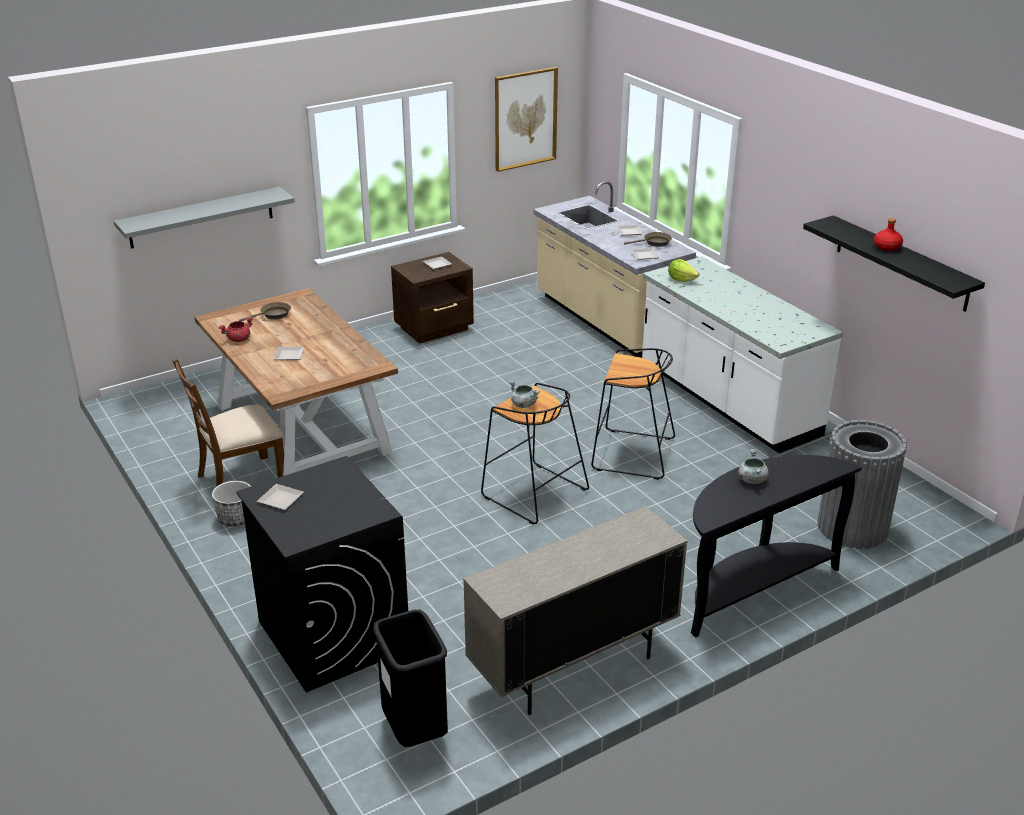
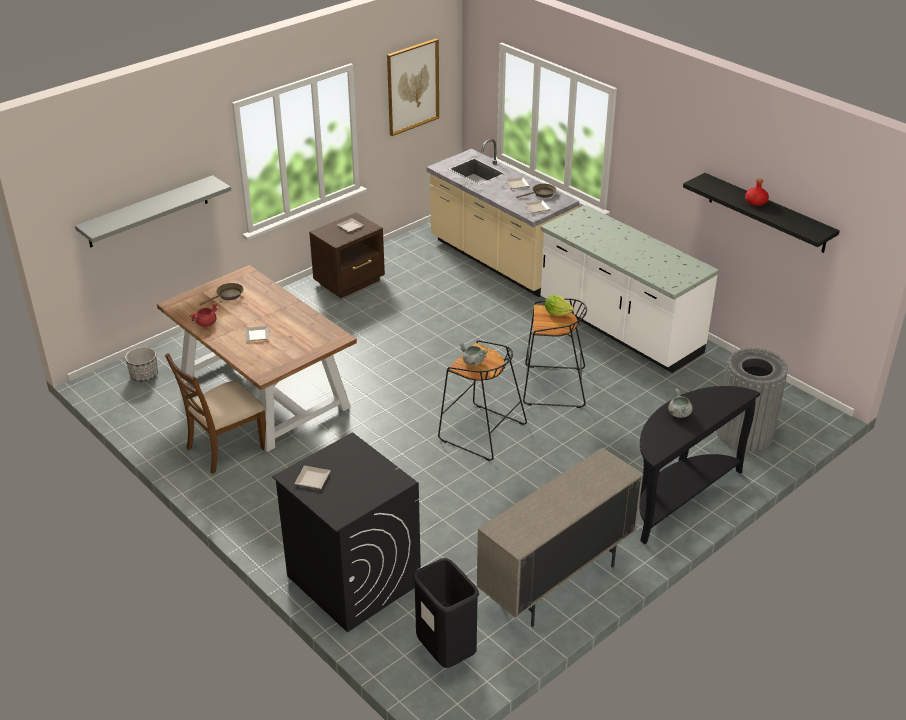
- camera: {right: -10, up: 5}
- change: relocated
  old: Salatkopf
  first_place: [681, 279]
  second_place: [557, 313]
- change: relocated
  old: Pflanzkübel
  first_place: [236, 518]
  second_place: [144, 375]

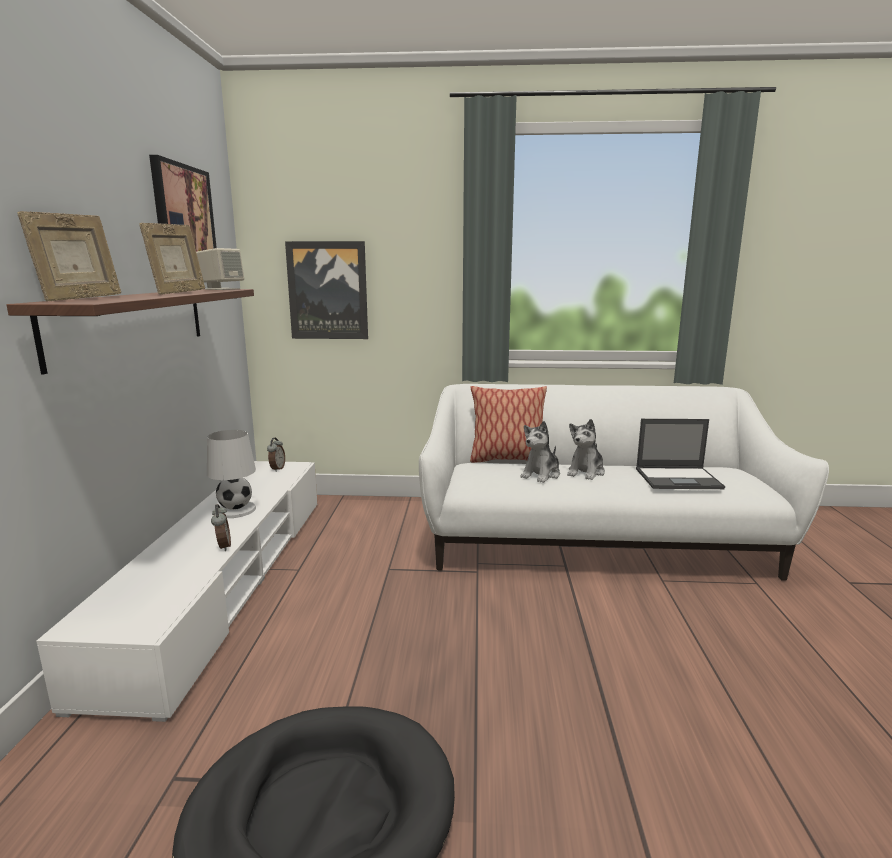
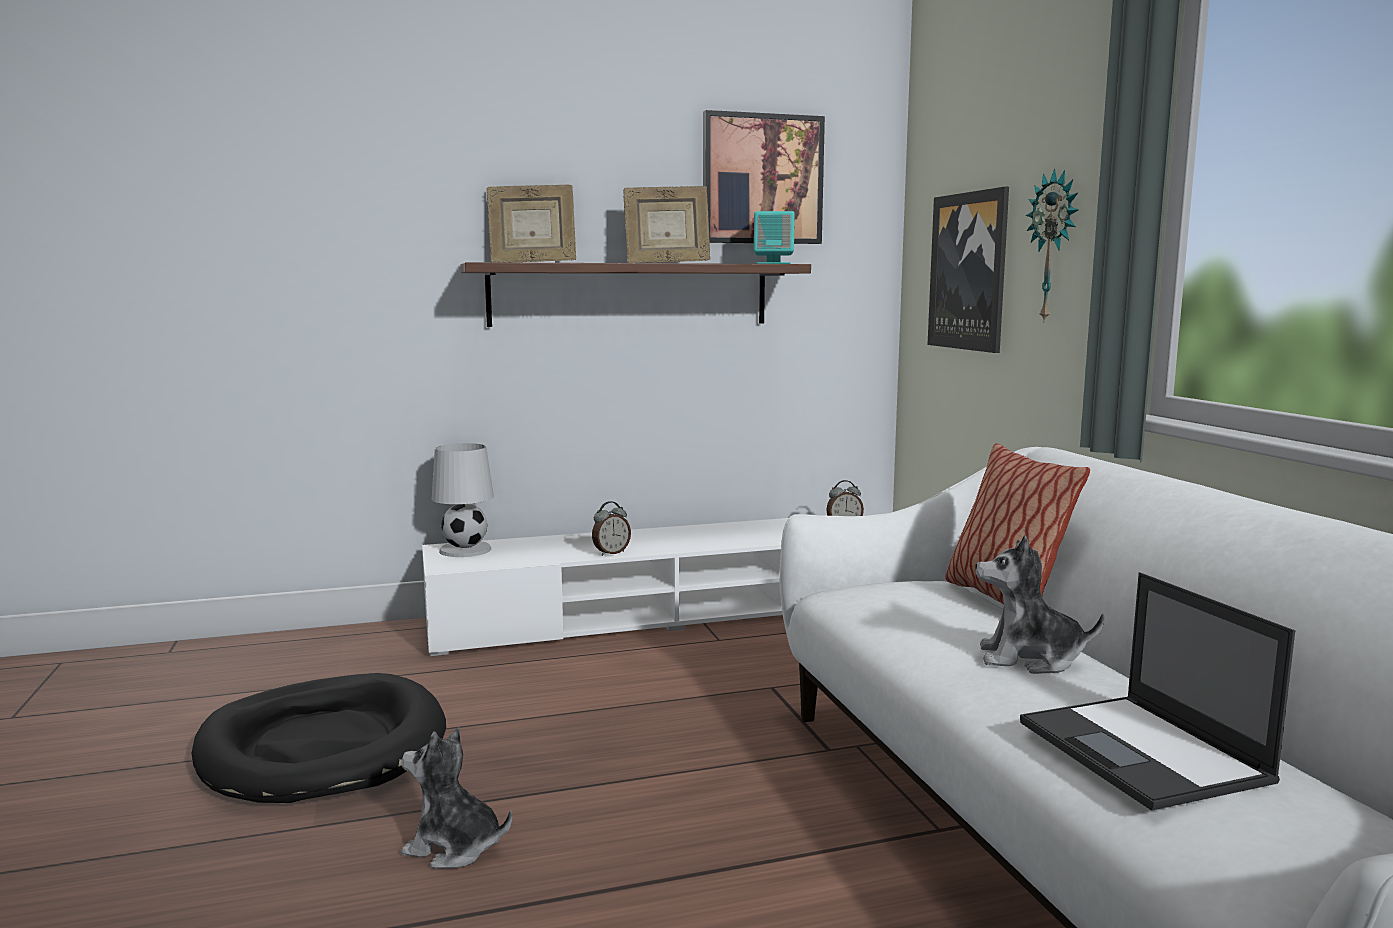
- camera: {right: 70, up: -5}
- change: colour
  old: Lautsprecher [beige]
  new: Lautsprecher [türkis]
  first_place: [222, 289]
  second_place: [773, 263]
- change: relocated
  old: Plüschtier
  first_place: [541, 474]
  second_place: [454, 847]
- change: relocated
  old: Tischlampe [weiß]
  first_place: [235, 510]
  second_place: [464, 550]
- change: appeared
  new: Wanduhr
  second_place: [1054, 247]

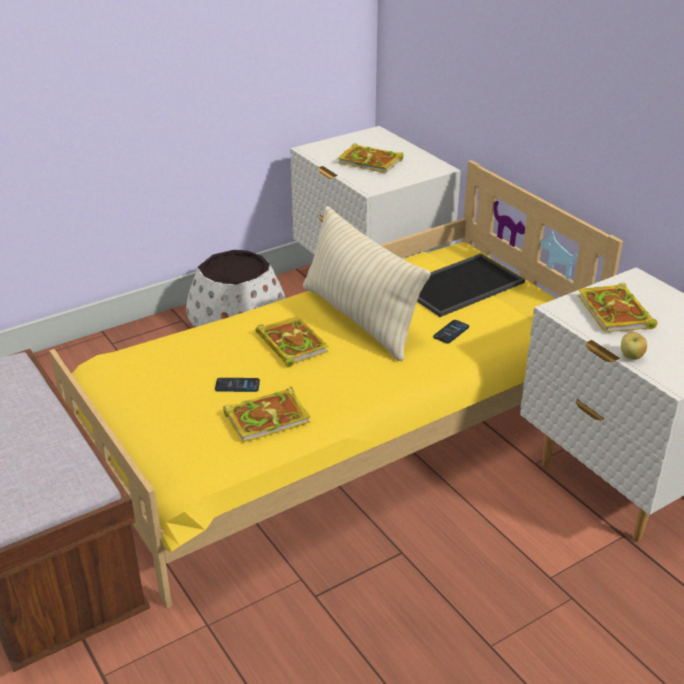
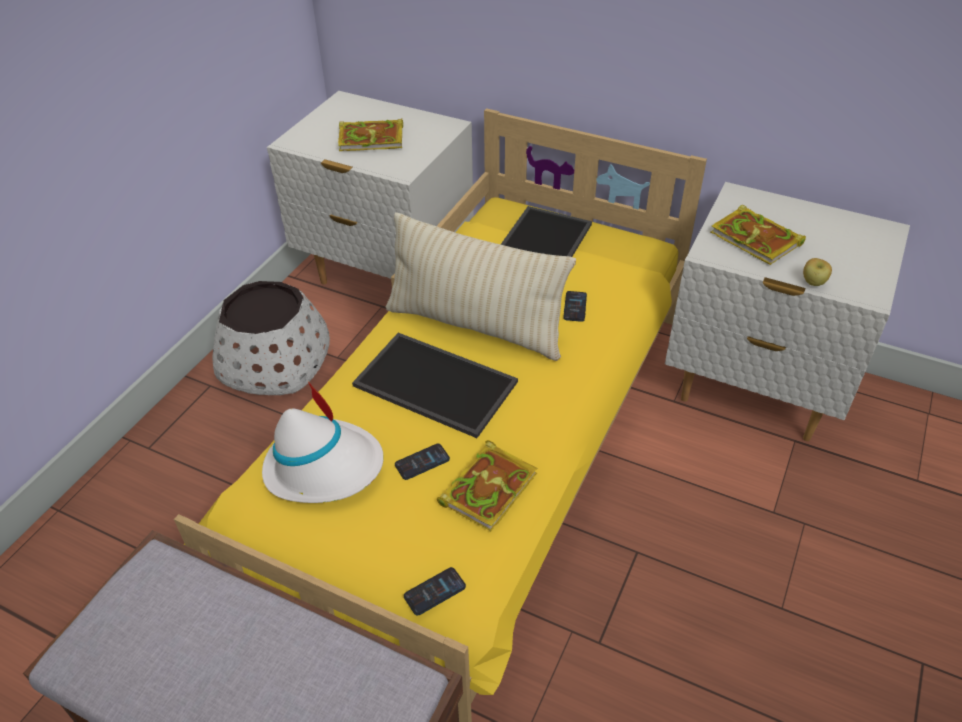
- camera: {right: -30, up: 10}
- change: exchanged
  old: Buch
  new: Tablett
  first_place: [290, 343]
  second_place: [432, 385]
- change: appeared
  new: Hut [weiß]
  second_place: [324, 467]
- change: appeared
  new: Handy
  second_place: [434, 591]

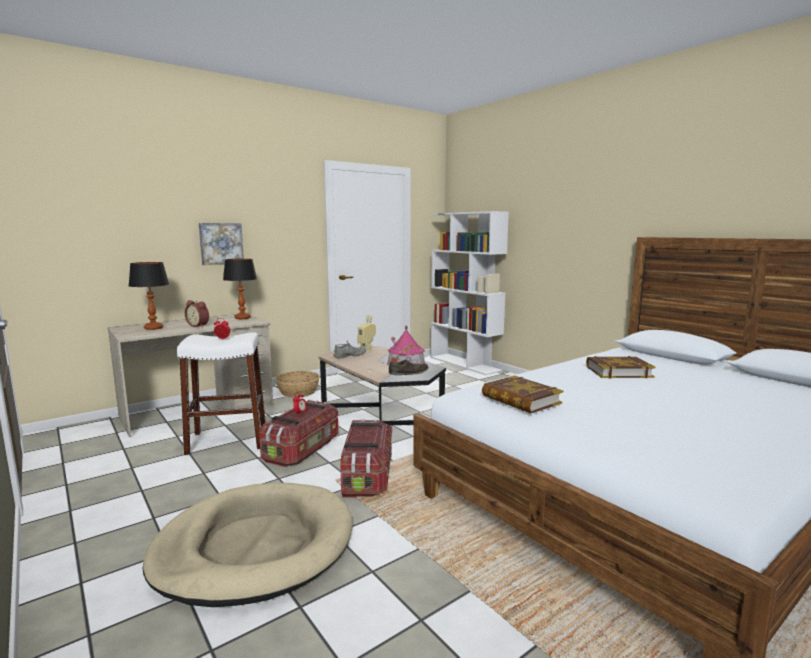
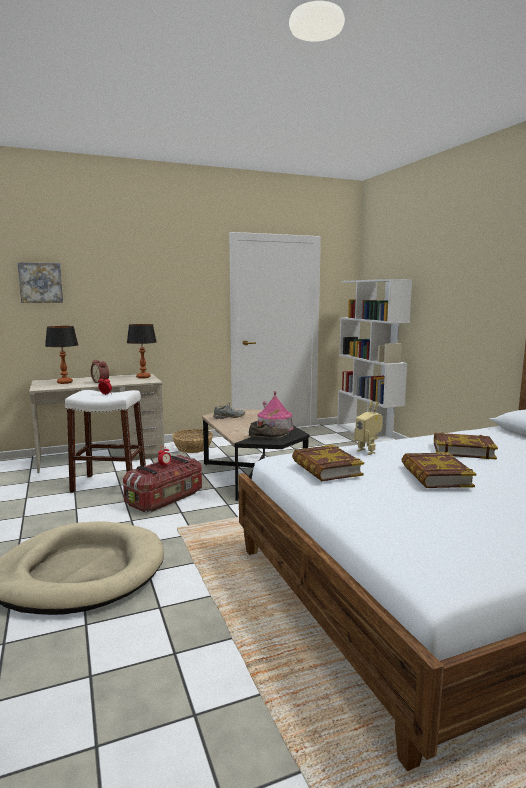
- camera: {right: 15, up: 0}
- change: relocated
  old: Bild
  first_place: [221, 243]
  second_place: [40, 283]
- change: relocated
  old: Spielzeugroboter
  first_place: [367, 350]
  second_place: [368, 451]
- change: missing
  old: Aufbewahrungsbox
  first_place: [367, 475]
- change: appeared
  new: Buch
  second_place: [435, 476]

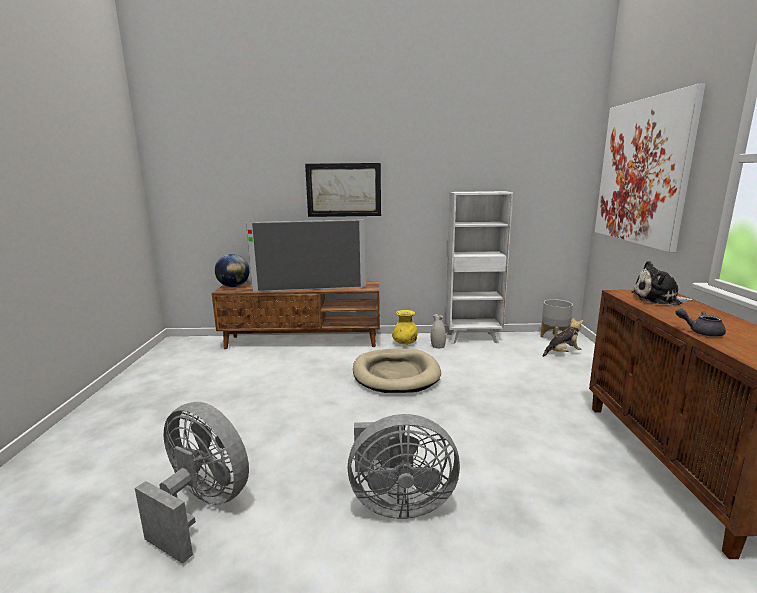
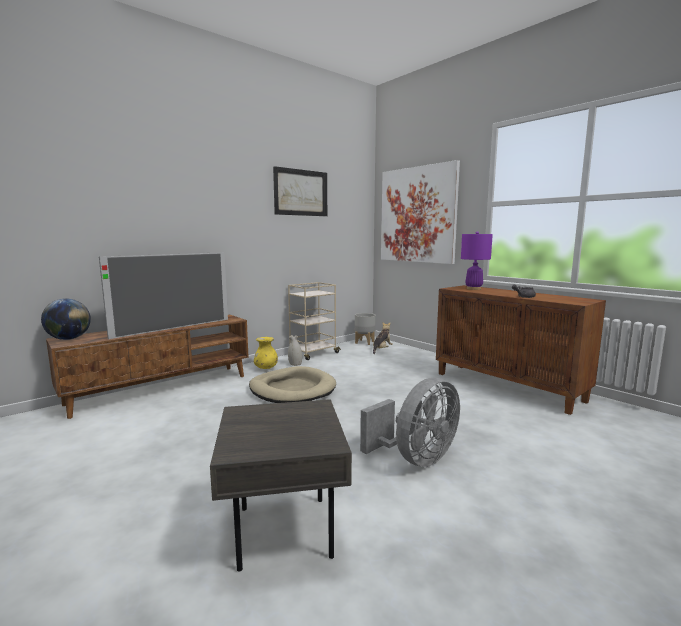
- camera: {right: -40, up: -5}
- change: relocated
  old: Bild
  first_place: [343, 190]
  second_place: [301, 192]
- change: exchanged
  old: Bücherregal [weiß]
  new: Rollwagen [beige]
  first_place: [473, 338]
  second_place: [313, 353]
- change: exchanged
  old: Plüschtier
  new: Tischlampe [lila]
  first_place: [659, 299]
  second_place: [473, 289]
- change: exchanged
  old: Ventilator [grau]
  new: Beistelltisch [grau]
  first_place: [202, 507]
  second_place: [281, 533]

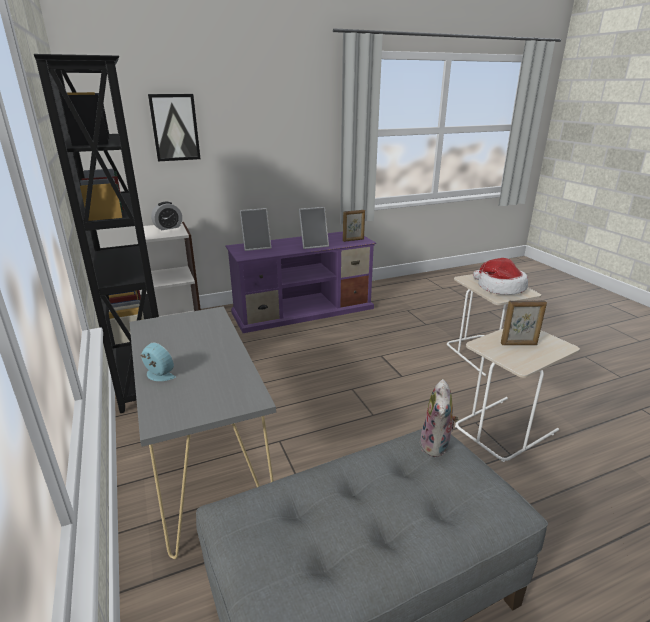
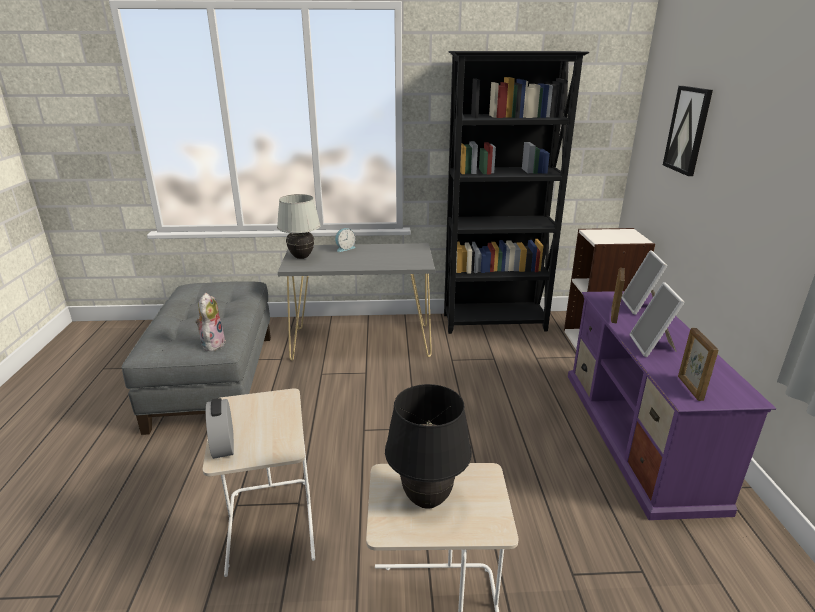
- camera: {right: 110, up: 0}
- change: relocated
  old: Wecker
  first_place: [168, 227]
  second_place: [223, 445]
- change: exchanged
  old: Hut
  new: Tischlampe [schwarz]
  first_place: [499, 287]
  second_place: [426, 500]
- change: relocated
  old: Bilderrahmen
  first_place: [519, 344]
  second_place: [613, 316]
- change: spun
  old: Plüschtier
  first_place: [437, 446]
  second_place: [212, 343]
  degrees: 60
- change: appeared
  new: Tischlampe [weiß]
  second_place: [301, 257]

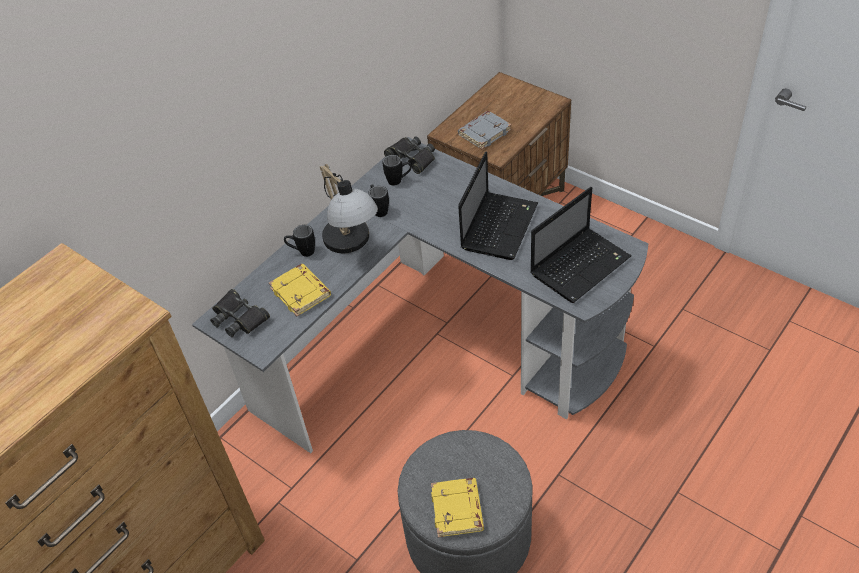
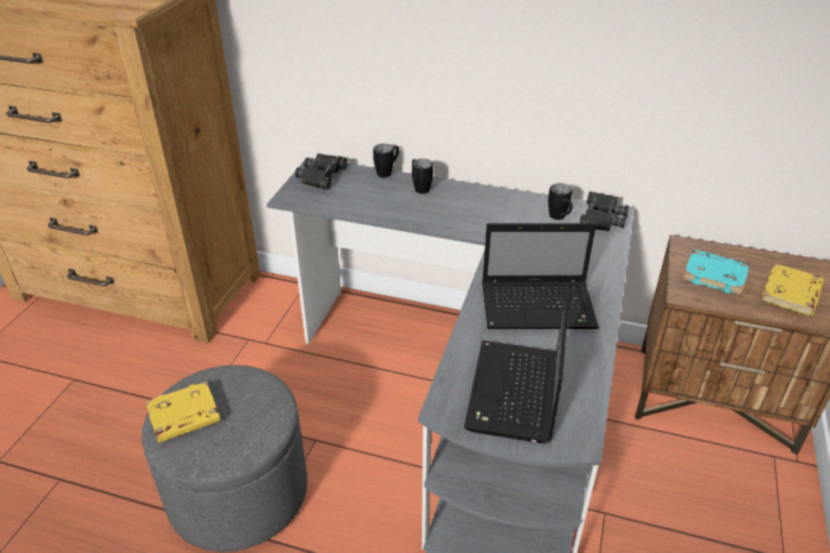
- camera: {right: 65, up: -10}
- change: colour
  old: Buch [grau]
  new: Buch [türkis]
  first_place: [484, 132]
  second_place: [715, 275]
- change: missing
  old: Tischlampe
  first_place: [352, 245]
- change: relocated
  old: Henkelbecher [schwarz]
  first_place: [379, 209]
  second_place: [387, 172]
- change: spun
  old: Laptop
  first_place: [581, 265]
  second_place: [515, 394]
  degrees: 75
- change: relocated
  old: Buch [gelb]
  first_place: [301, 292]
  second_place: [791, 294]

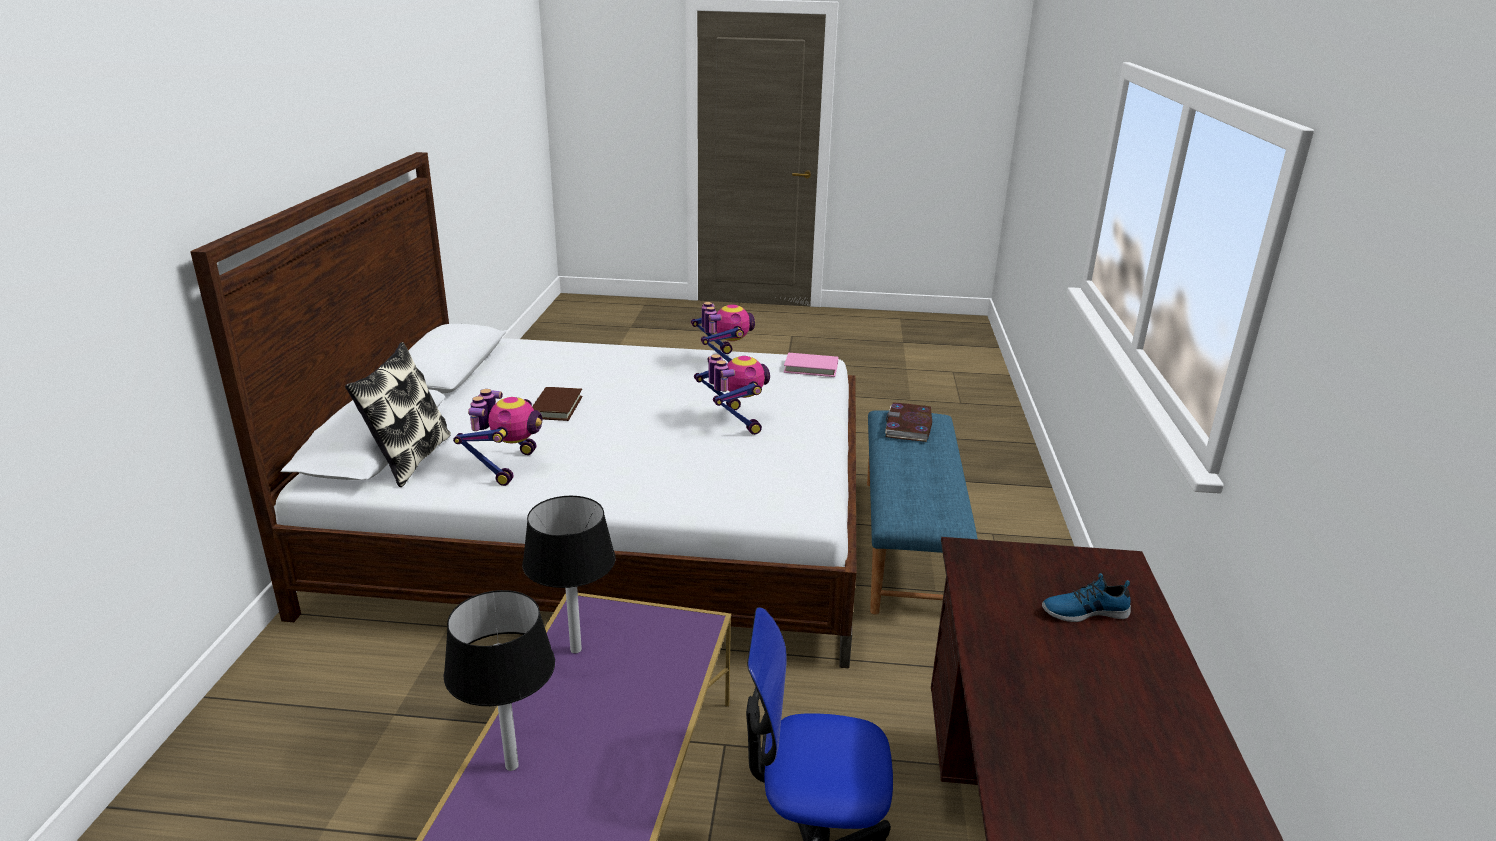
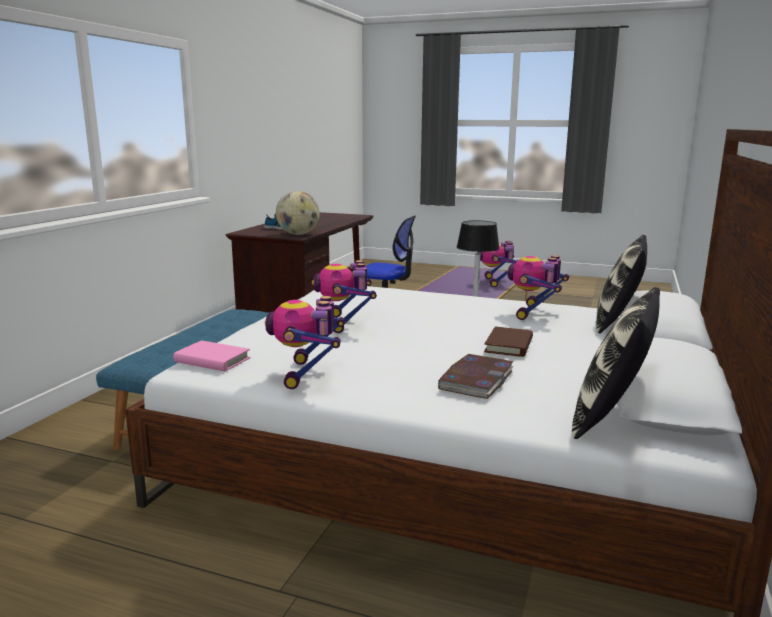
- camera: {right: -165, up: -10}
- change: relocated
  old: Buch
  first_place: [909, 425]
  second_place: [476, 380]
- change: exchanged
  old: Tischlampe [schwarz]
  new: Spielzeugroboter
  first_place: [511, 765]
  second_place: [496, 282]
- change: appeared
  new: Globus
  second_place: [298, 234]
- change: appeared
  new: Kissen
  second_place: [611, 417]

